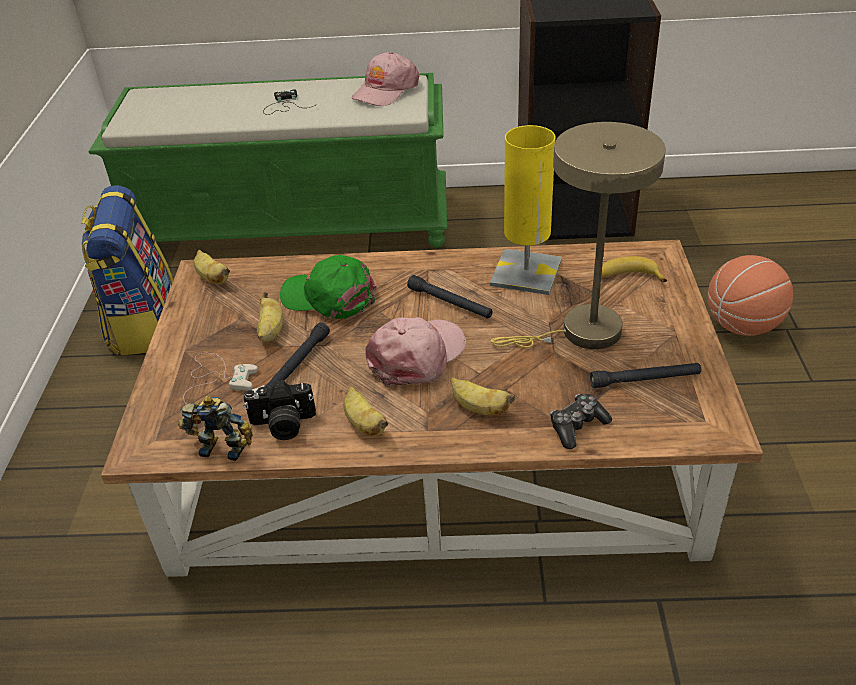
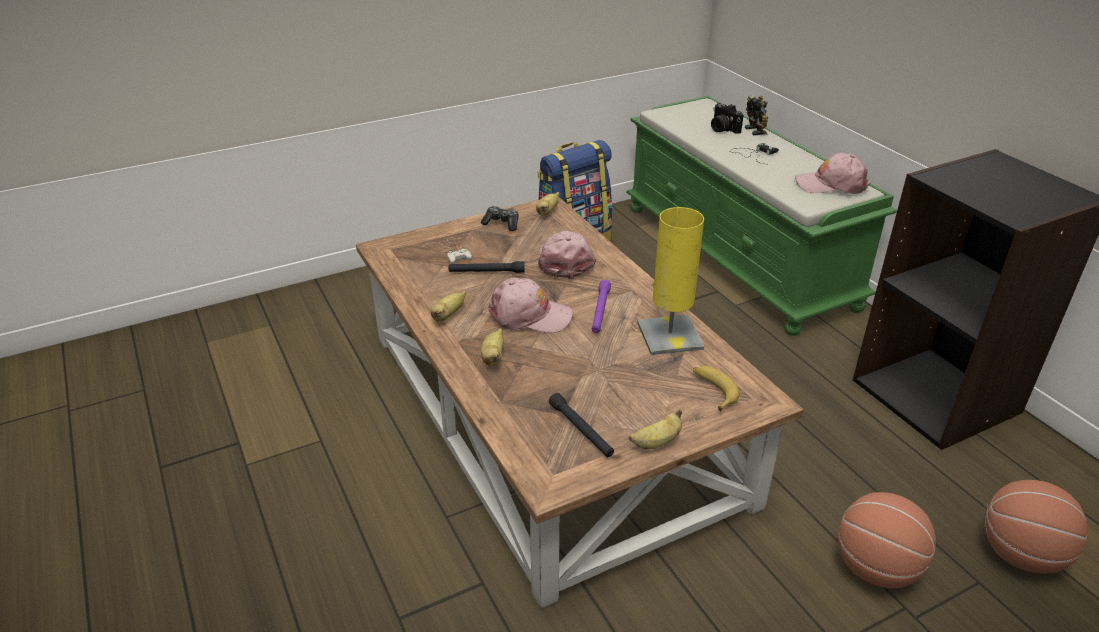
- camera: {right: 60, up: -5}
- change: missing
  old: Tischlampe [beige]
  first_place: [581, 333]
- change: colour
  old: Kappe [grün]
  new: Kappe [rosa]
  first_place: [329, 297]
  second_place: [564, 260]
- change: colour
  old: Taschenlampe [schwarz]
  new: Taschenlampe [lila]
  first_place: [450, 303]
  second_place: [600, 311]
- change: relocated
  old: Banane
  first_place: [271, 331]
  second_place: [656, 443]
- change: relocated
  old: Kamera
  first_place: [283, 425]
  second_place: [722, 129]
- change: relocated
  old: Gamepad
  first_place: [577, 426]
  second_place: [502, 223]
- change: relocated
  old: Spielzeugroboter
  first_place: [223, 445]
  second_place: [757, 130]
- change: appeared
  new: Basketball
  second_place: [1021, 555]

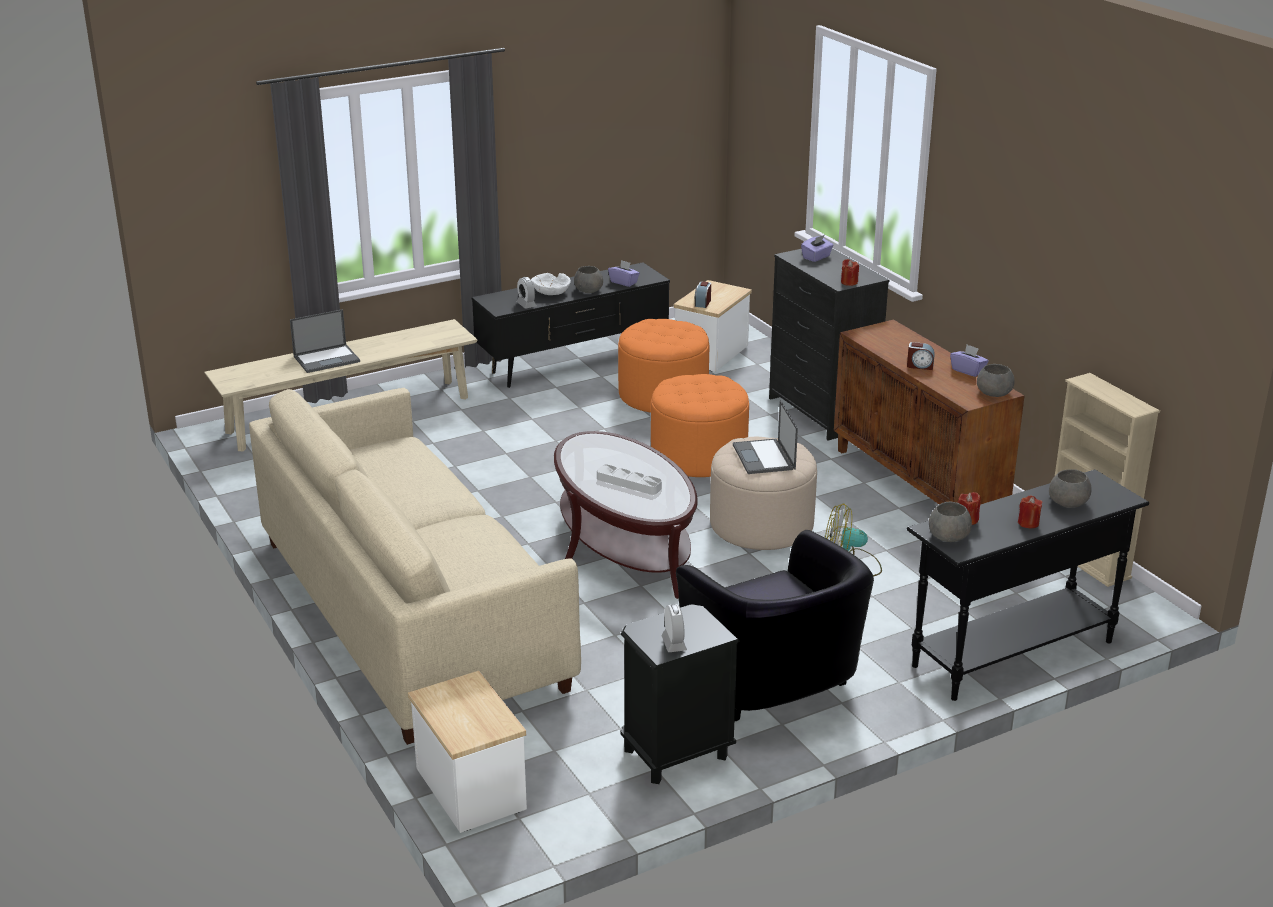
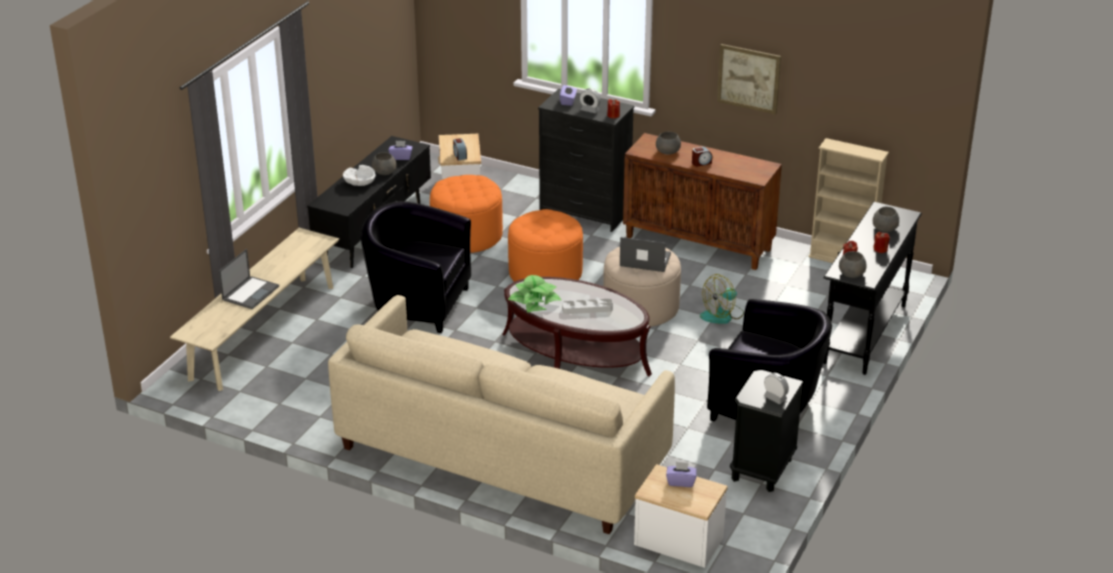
- camera: {right: -35, up: 5}
- change: relocated
  old: Wecker
  first_place: [526, 304]
  second_place: [590, 110]
- change: relocated
  old: Taschentuchbox [lila]
  first_place: [968, 371]
  second_place: [681, 482]
- change: relocated
  old: Schüssel [grau]
  first_place: [995, 393]
  second_place: [668, 151]
- change: spun
  old: Laptop
  first_place: [764, 457]
  second_place: [644, 260]
  degrees: 150
- change: appeared
  new: Bild
  second_place: [748, 78]
- change: appeared
  new: Sessel [schwarz]
  second_place: [417, 304]
- change: appeared
  new: Topfpflanze
  second_place: [534, 301]

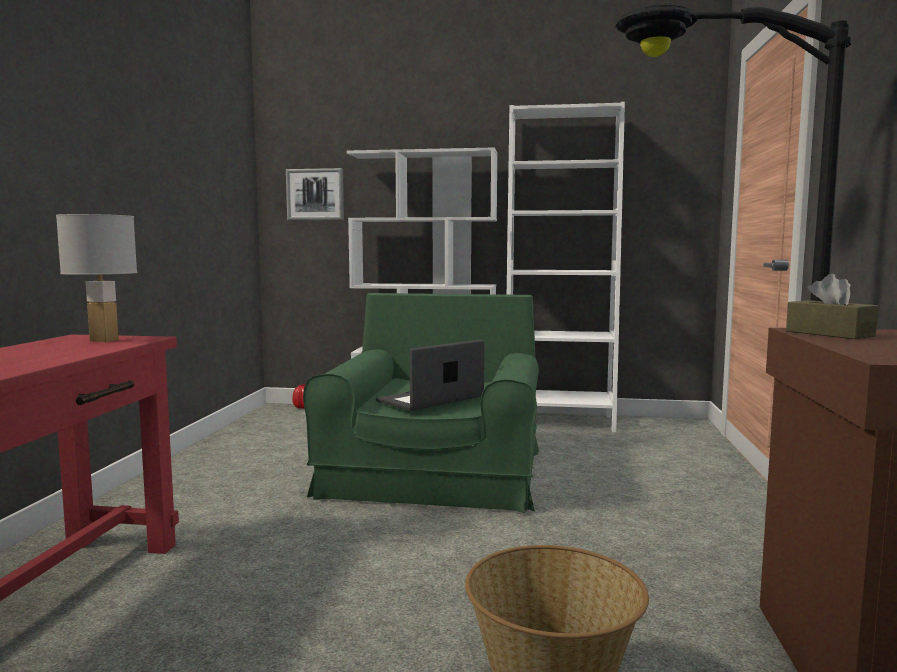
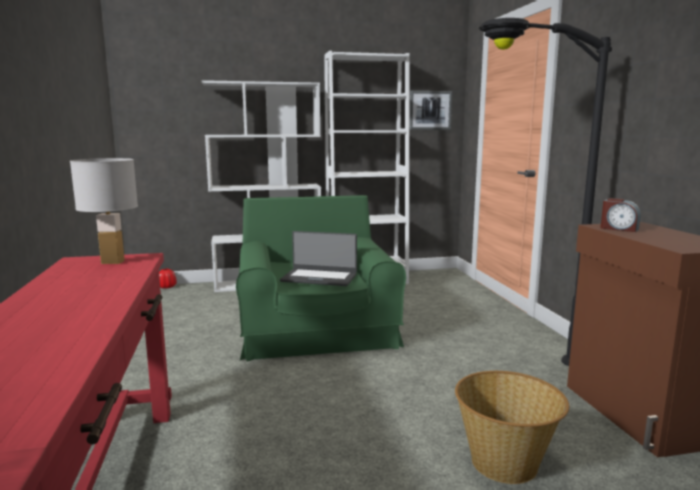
- camera: {right: -20, up: 5}
- change: relocated
  old: Bild
  first_place: [315, 194]
  second_place: [430, 110]
- change: exchanged
  old: Taschentuchbox [braun]
  new: Wecker
  first_place: [829, 334]
  second_place: [619, 229]
- change: spun
  old: Laptop
  first_place: [431, 399]
  second_place: [319, 277]
  degrees: -105

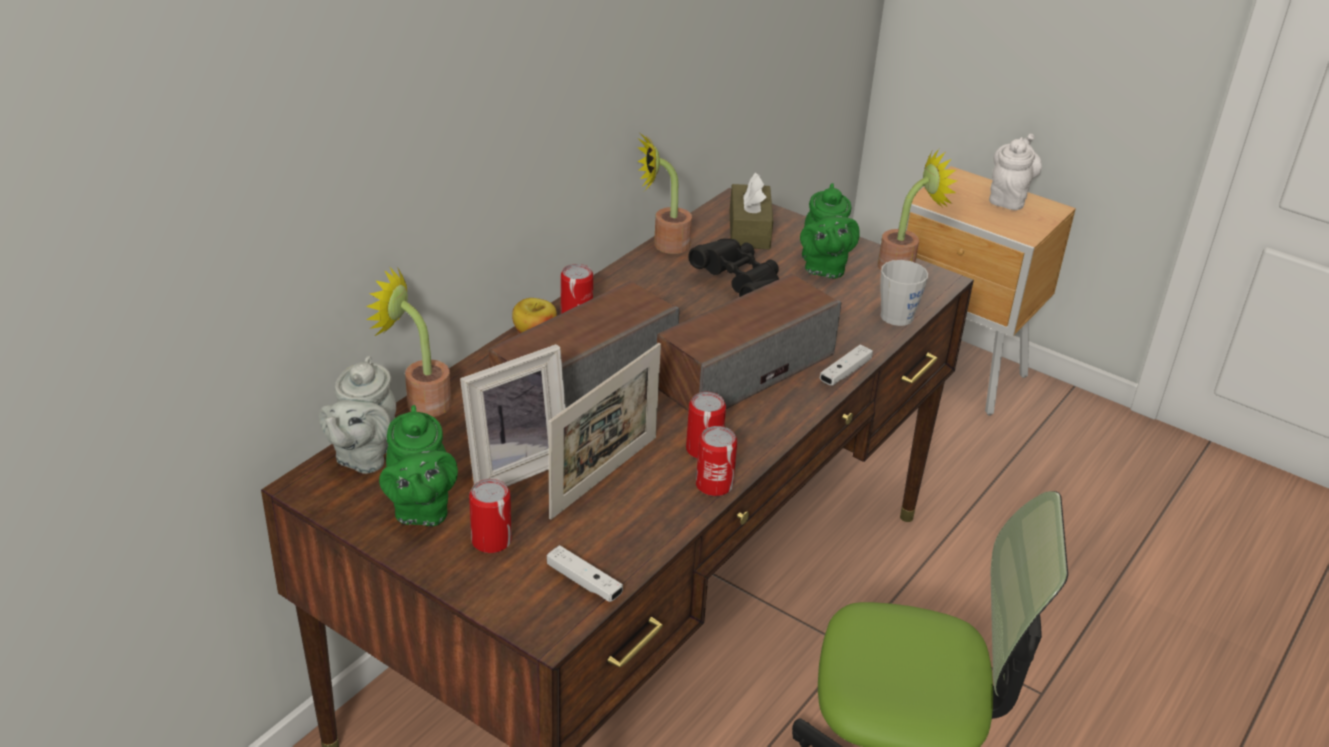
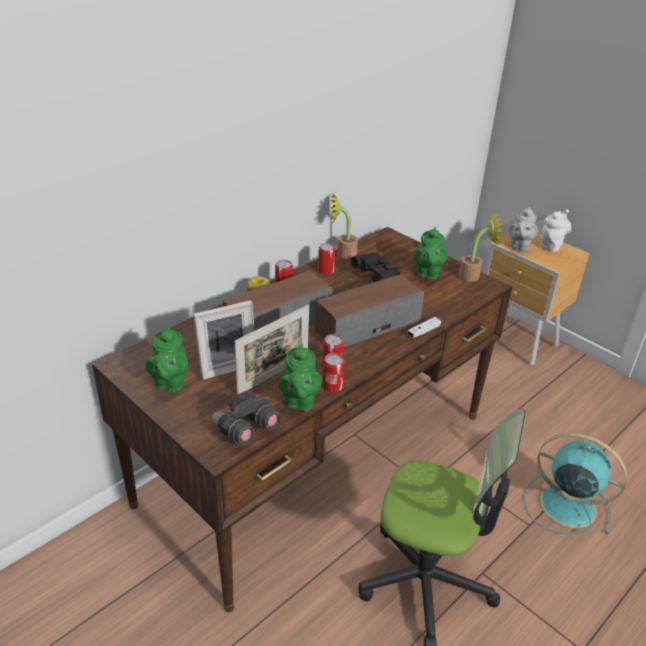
- camera: {right: 10, up: 0}
- change: missing
  old: Taschentuchbox [braun]
  first_place: [749, 230]
- change: missing
  old: Henkelbecher [grau]
  first_place: [900, 313]
- change: missing
  old: Topfpflanze
  first_place: [420, 401]
- change: relocated
  old: Teekanne [grau]
  first_place: [363, 456]
  second_place: [519, 246]
- change: relocated
  old: Dose
  first_place: [491, 541]
  second_place: [326, 270]
- change: exchanged
  old: Gamepad [weiß]
  new: Fernglas [grau]
  first_place: [584, 582]
  second_place: [245, 431]
- change: appeared
  new: Teekanne [grün]
  second_place: [299, 401]
- change: appeared
  new: Ventilator [türkis]
  second_place: [565, 504]

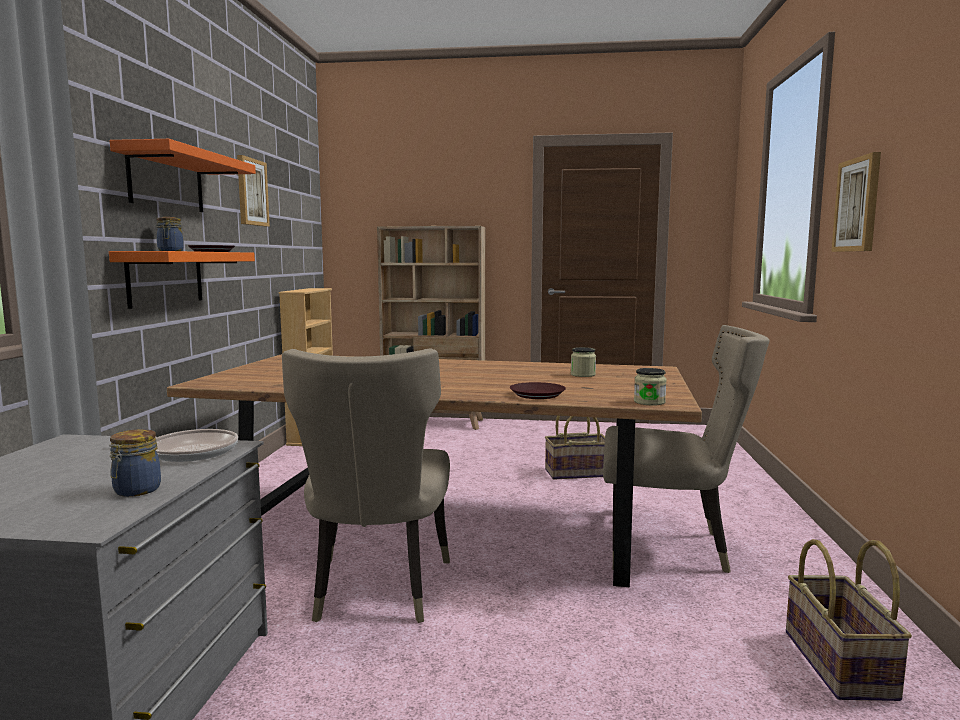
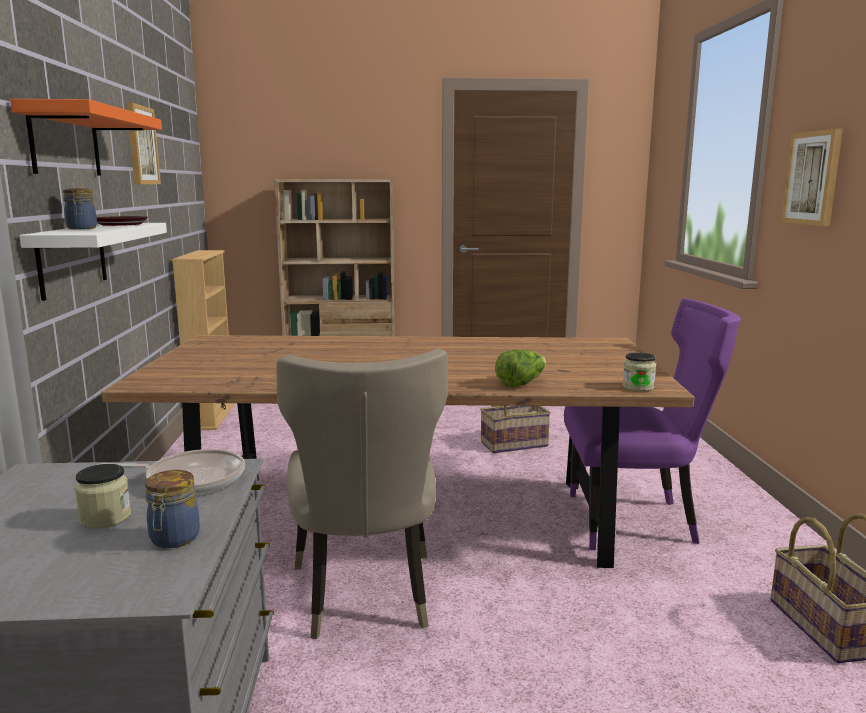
- camera: {right: -10, up: 5}
- change: colour
  old: Wandregal [orange]
  new: Wandregal [weiß]
  first_place: [165, 278]
  second_place: [72, 258]
- change: colour
  old: Stuhl [beige]
  new: Stuhl [lila]
  first_place: [671, 548]
  second_place: [636, 521]
- change: relocated
  old: Vorratsglas
  first_place: [583, 375]
  second_place: [105, 518]
- change: exchanged
  old: Teller [braun]
  new: Salatkopf
  first_place: [536, 395]
  second_place: [521, 383]

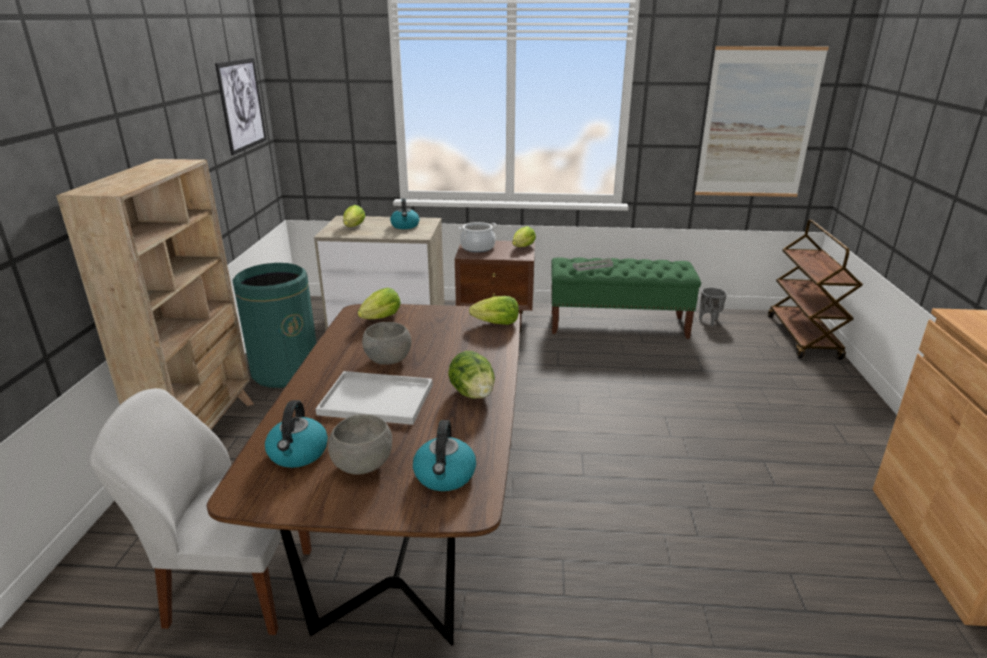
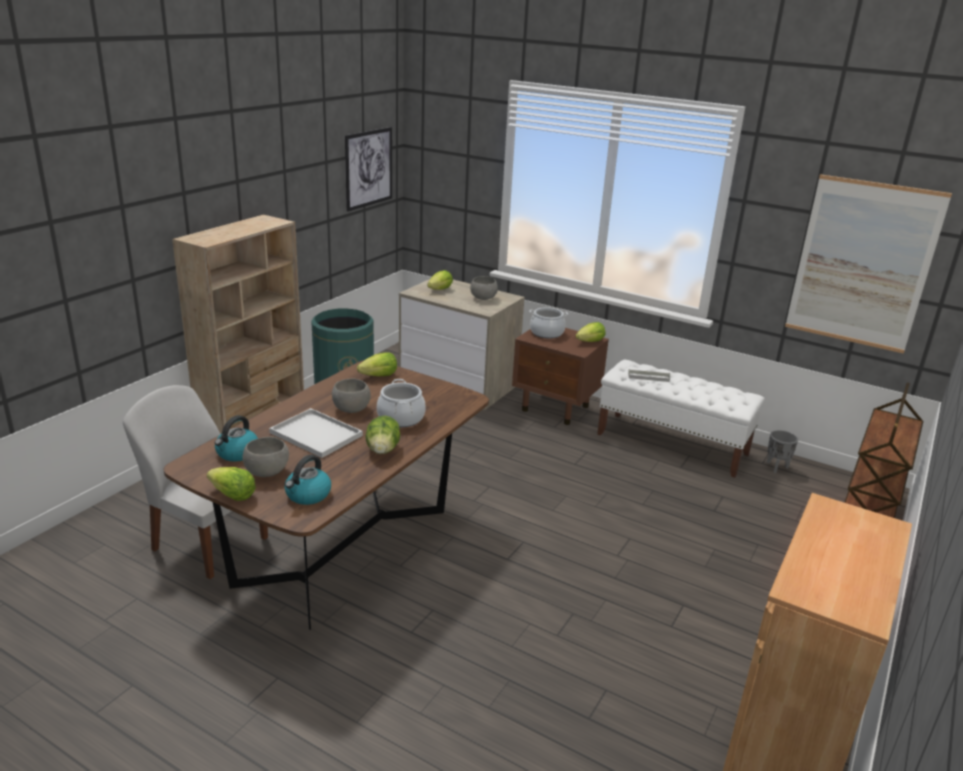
- camera: {right: 25, up: 0}
- change: exchanged
  old: Wasserkessel
  new: Schüssel [grau]
  first_place: [405, 226]
  second_place: [483, 298]
- change: colour
  old: Bank [grün]
  new: Bank [weiß]
  first_place: [618, 325]
  second_place: [672, 444]
- change: relocated
  old: Salatkopf
  first_place: [497, 324]
  second_place: [233, 496]
- change: appeared
  new: Kochtopf
  second_place: [401, 418]

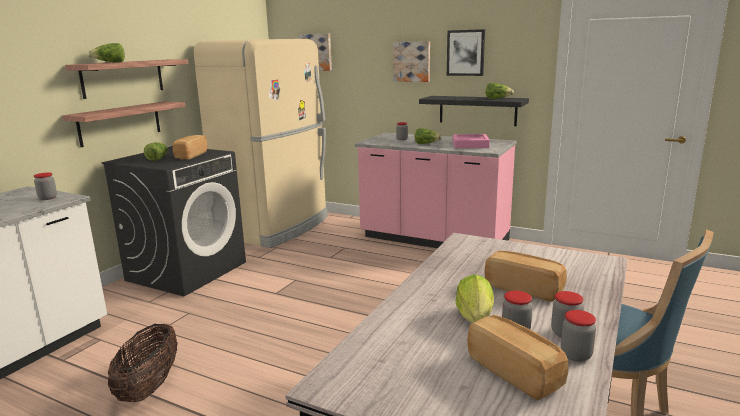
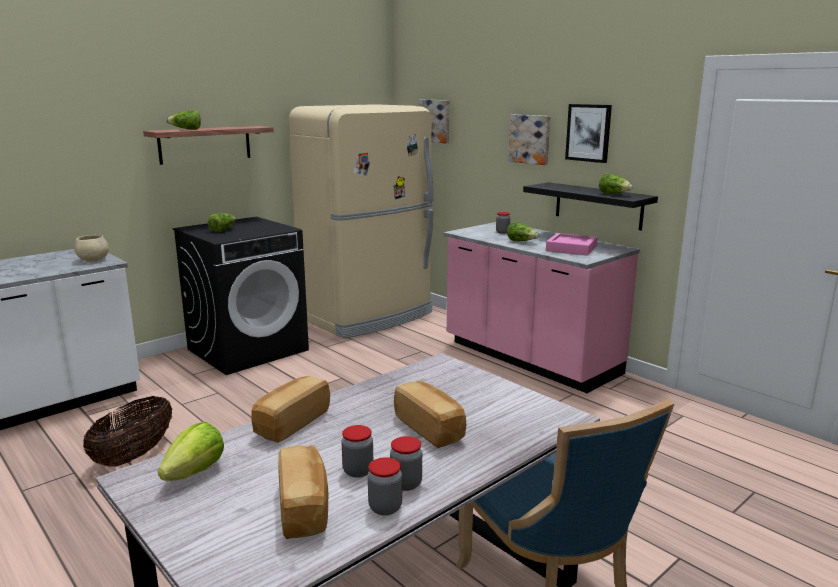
- camera: {right: 20, up: 0}
- change: missing
  old: Wandregal
  first_place: [120, 123]
- change: relocated
  old: Brot
  first_place: [190, 155]
  second_place: [291, 423]
- change: exchanged
  old: Vorratsglas
  new: Schüssel [beige]
  first_place: [48, 198]
  second_place: [93, 260]
- change: relocated
  old: Salatkopf
  first_place: [475, 318]
  second_place: [195, 472]

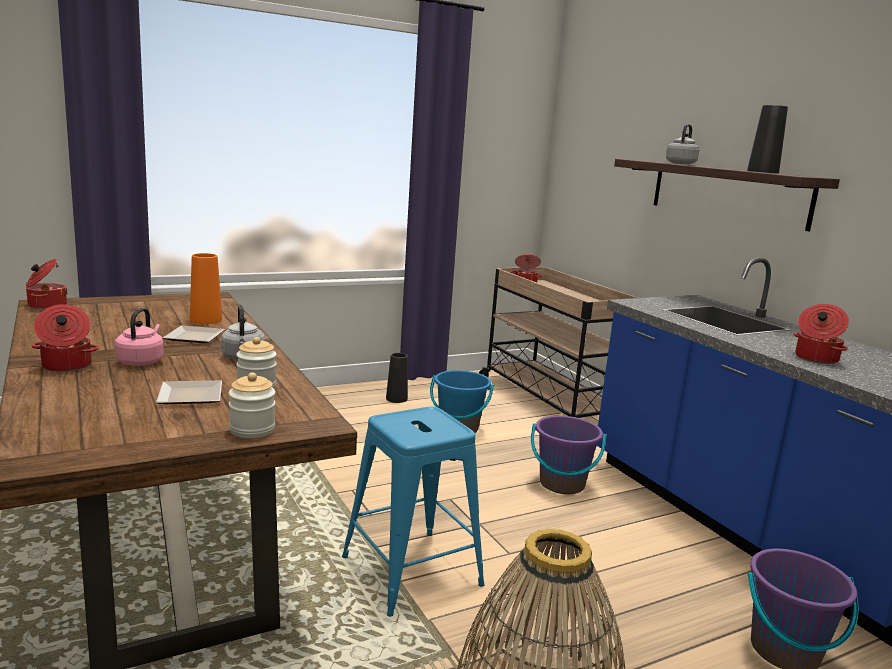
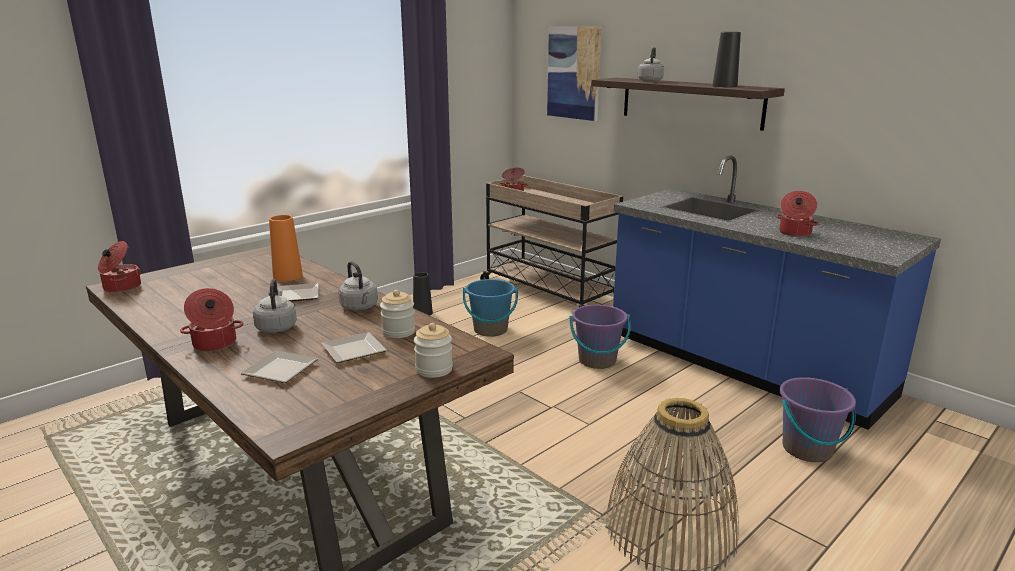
- camera: {right: -15, up: 5}
- change: colour
  old: Wasserkessel [rosa]
  new: Wasserkessel [grau]
  first_place: [141, 361]
  second_place: [276, 327]
- change: missing
  old: Hocker [blau]
  first_place: [410, 571]
- change: appeared
  new: Bild
  second_place: [574, 73]
- change: appeared
  new: Teller
  second_place: [280, 369]

